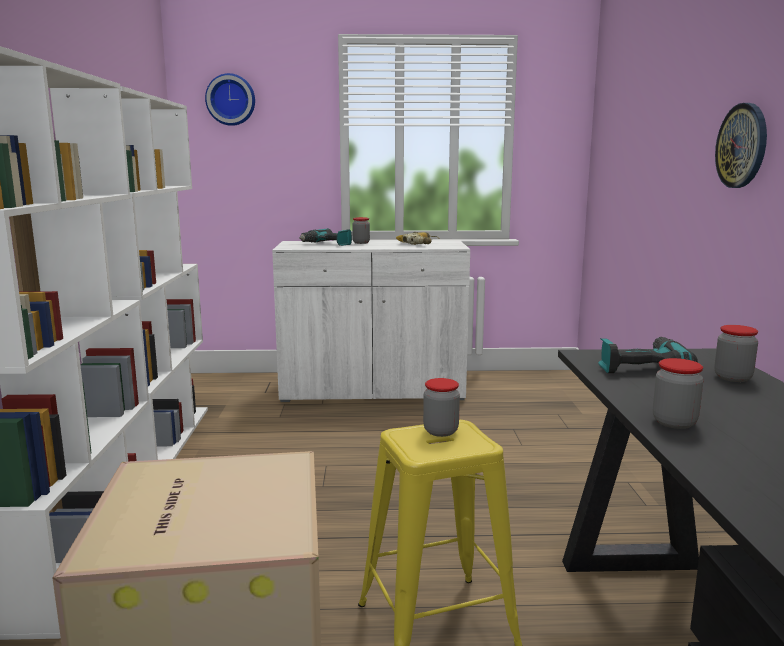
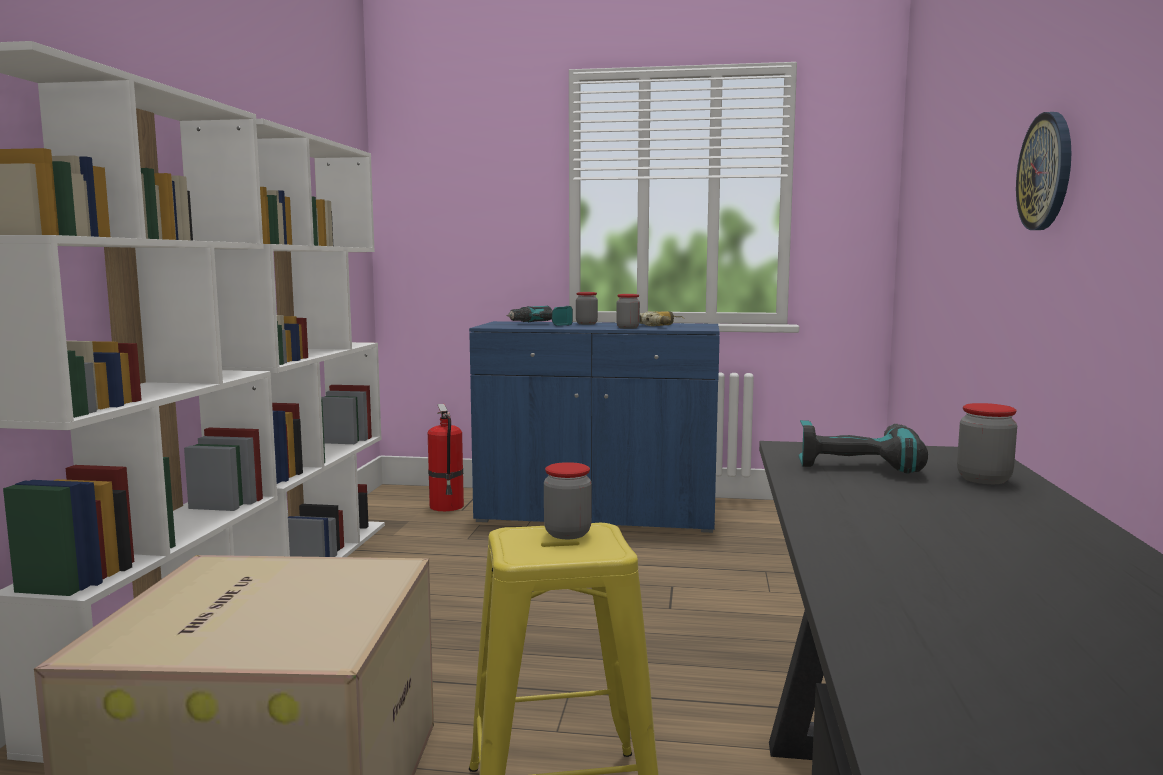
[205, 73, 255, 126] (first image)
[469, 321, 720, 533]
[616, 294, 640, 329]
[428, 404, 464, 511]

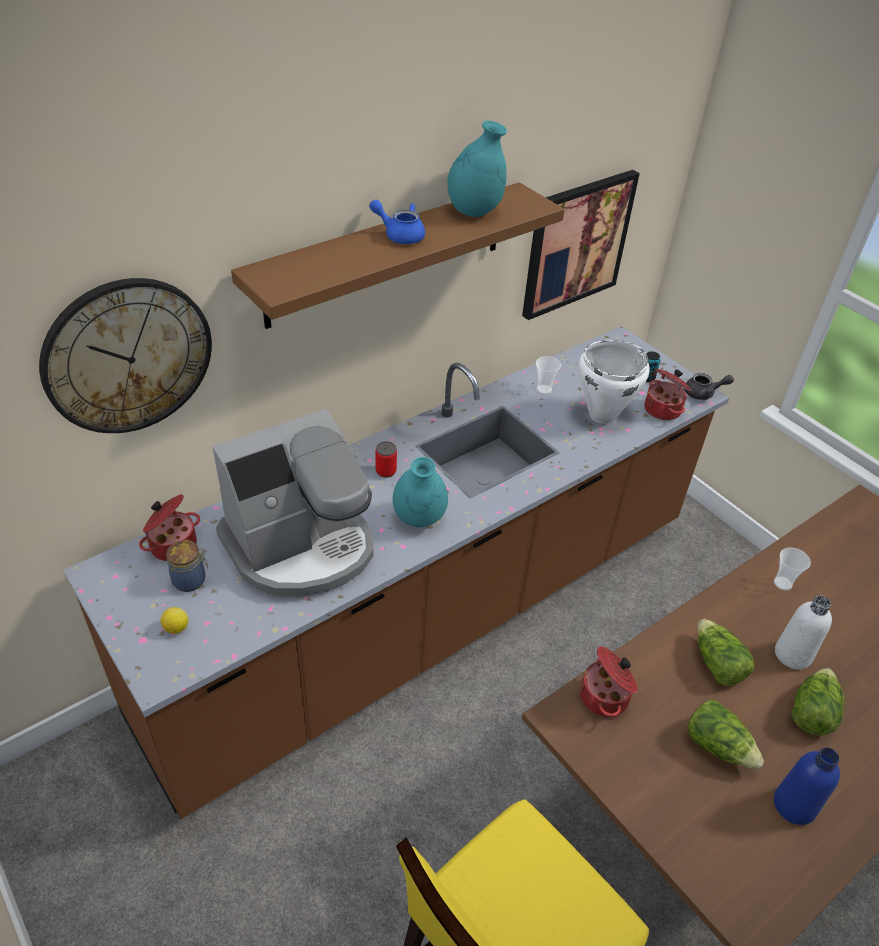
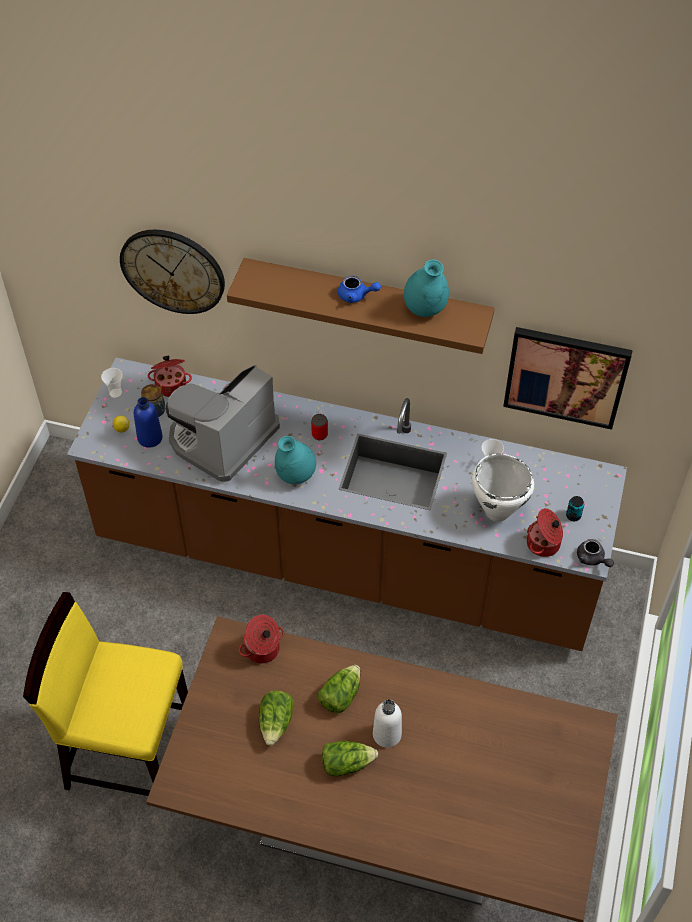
[338, 275, 381, 303]
[166, 365, 280, 482]
[101, 368, 123, 398]
[134, 397, 163, 448]

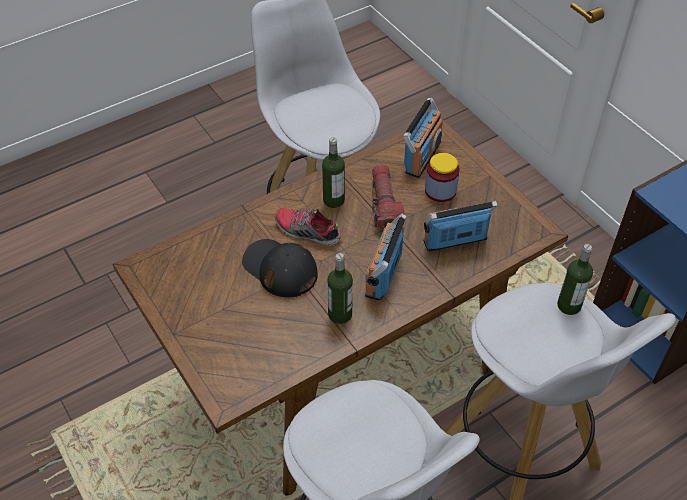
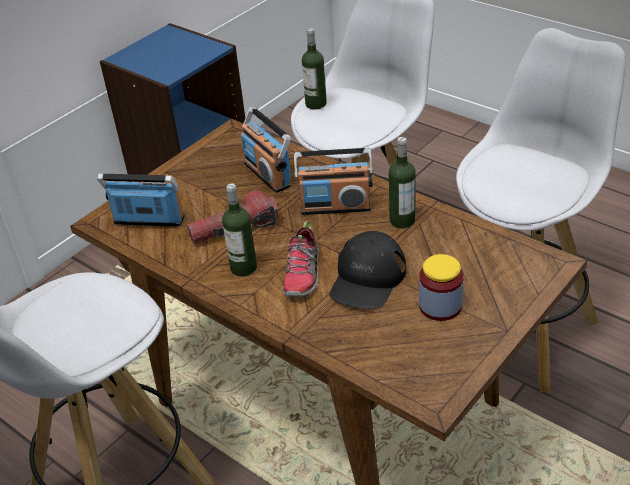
[419, 254, 464, 321]

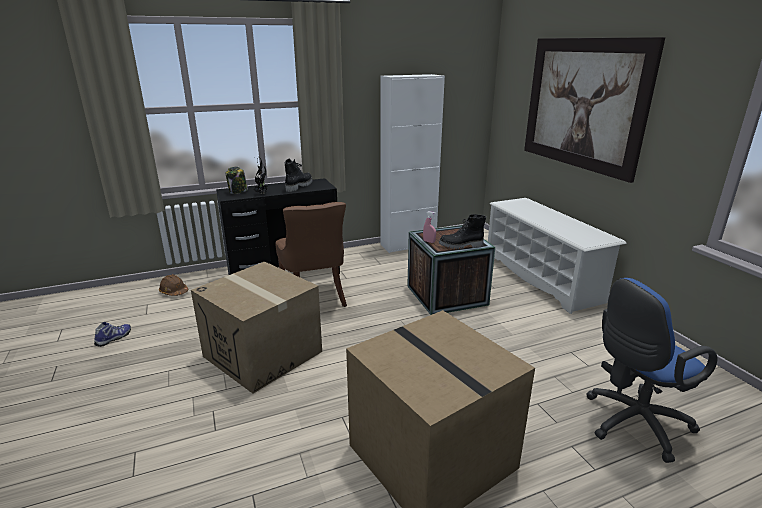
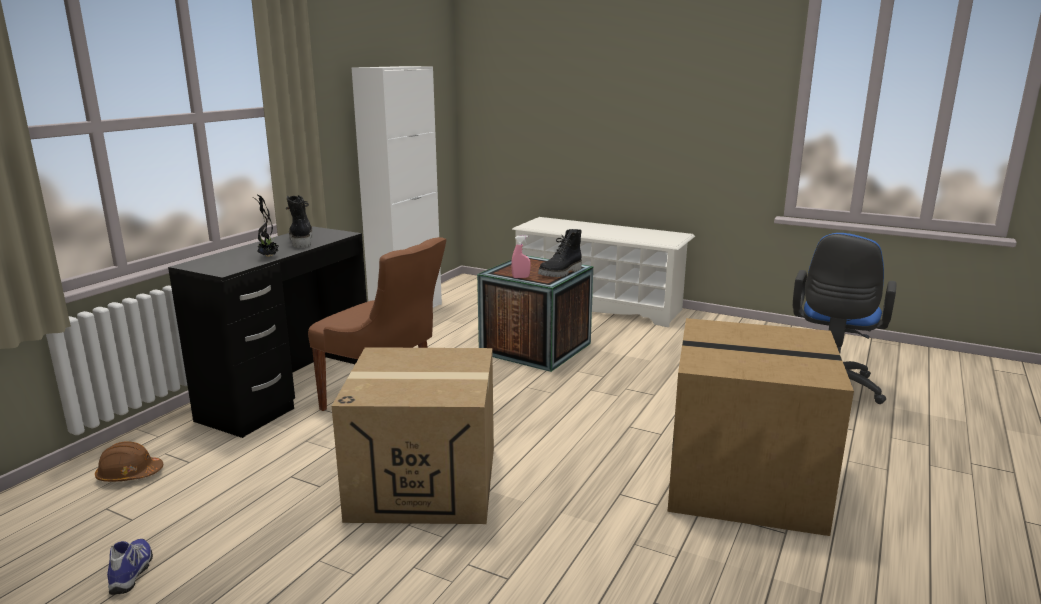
[524, 37, 666, 183] (first image)
[226, 167, 248, 194] (first image)

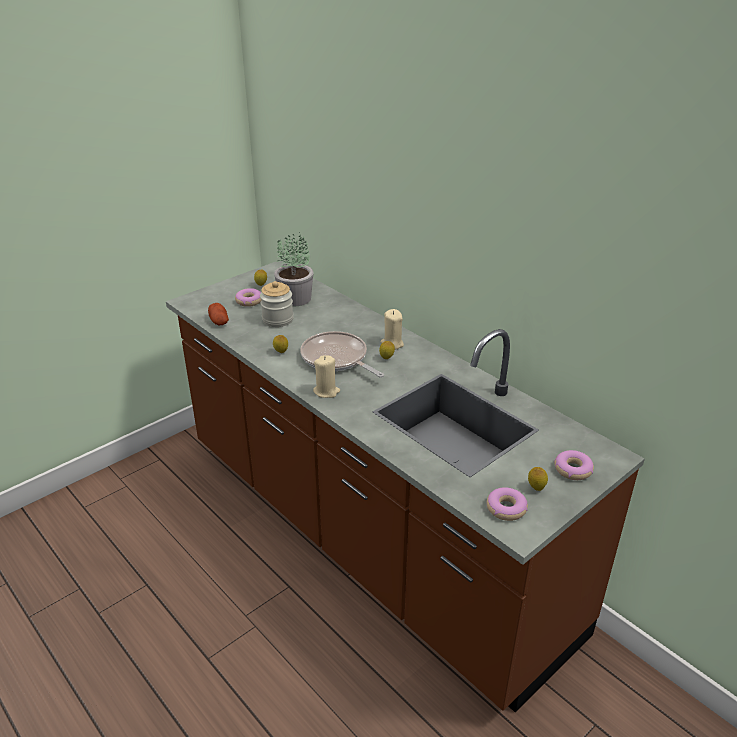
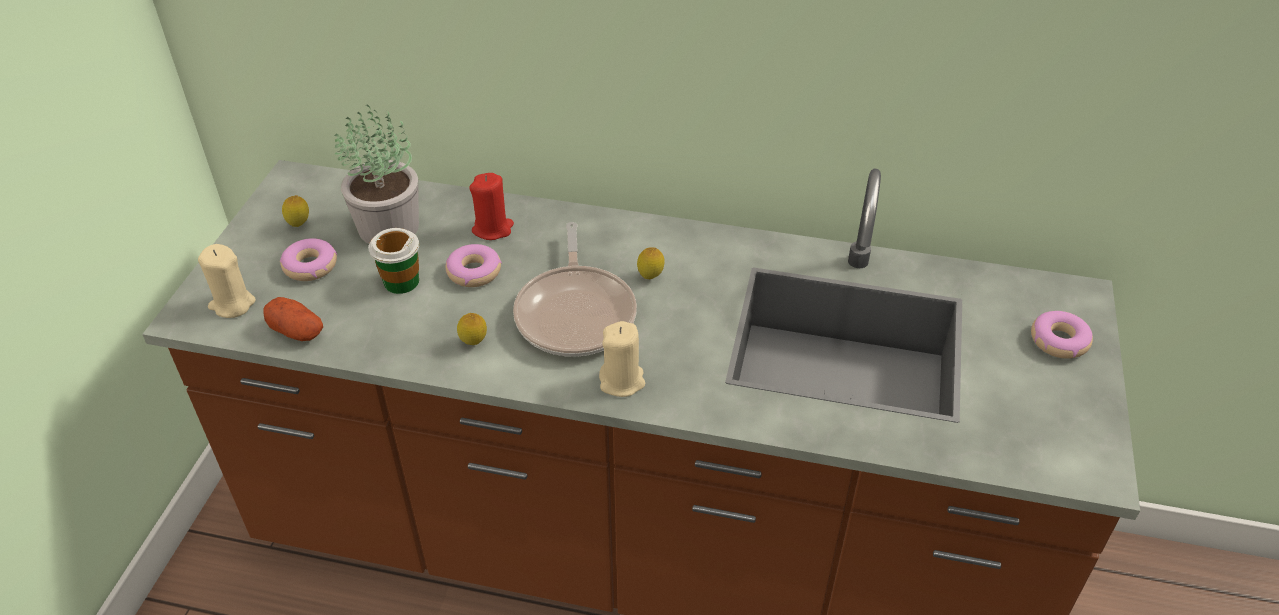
[368, 228, 419, 294]
[198, 244, 256, 318]
[513, 222, 637, 357]
[528, 467, 548, 491] (first image)
[446, 244, 502, 287]
[469, 173, 514, 240]

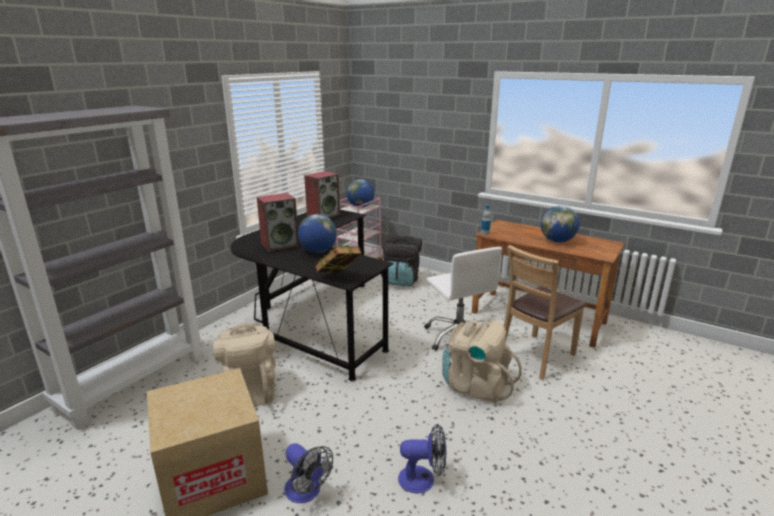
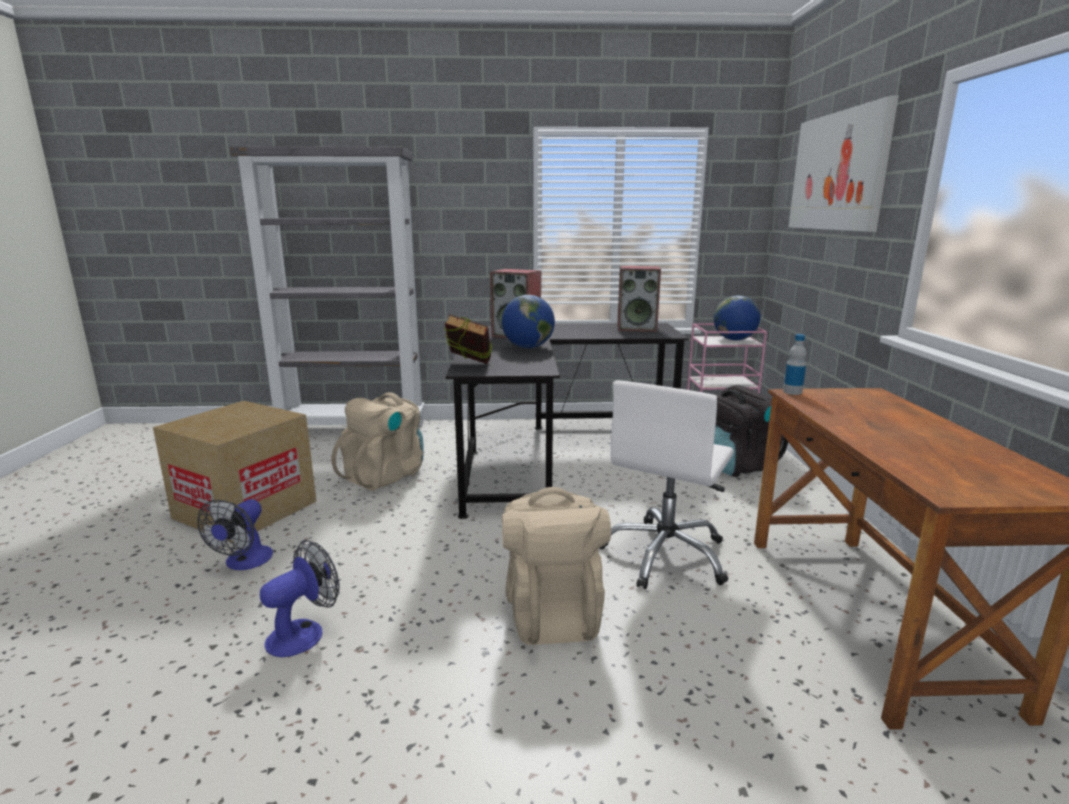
[541, 206, 580, 243] (first image)
[504, 245, 586, 380] (first image)
[260, 540, 339, 657]
[789, 96, 899, 232]

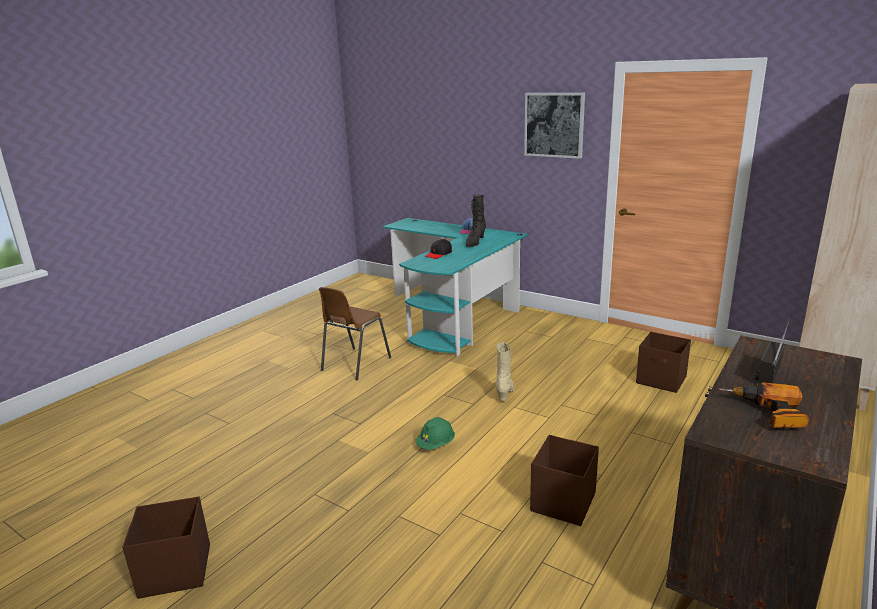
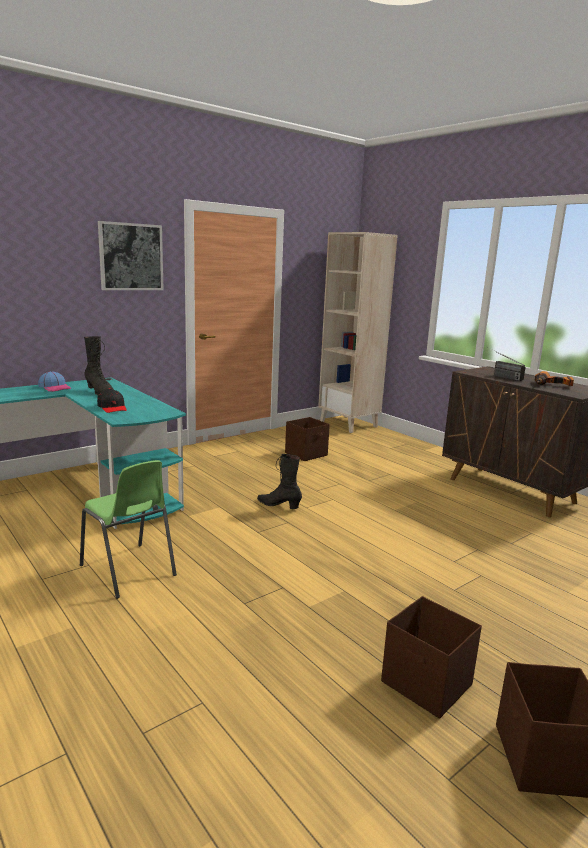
[80, 460, 177, 599]
[257, 454, 302, 509]
[415, 417, 455, 450] (first image)
[381, 596, 482, 719]

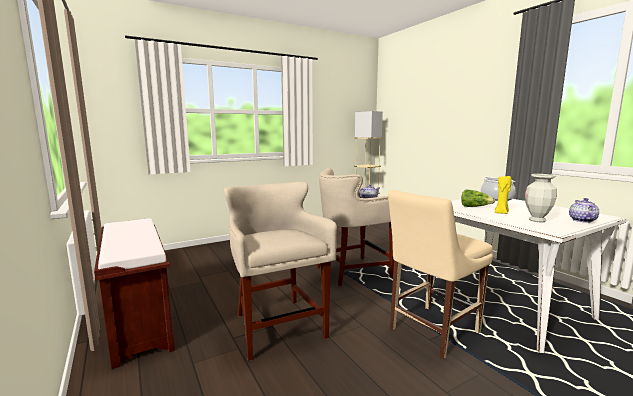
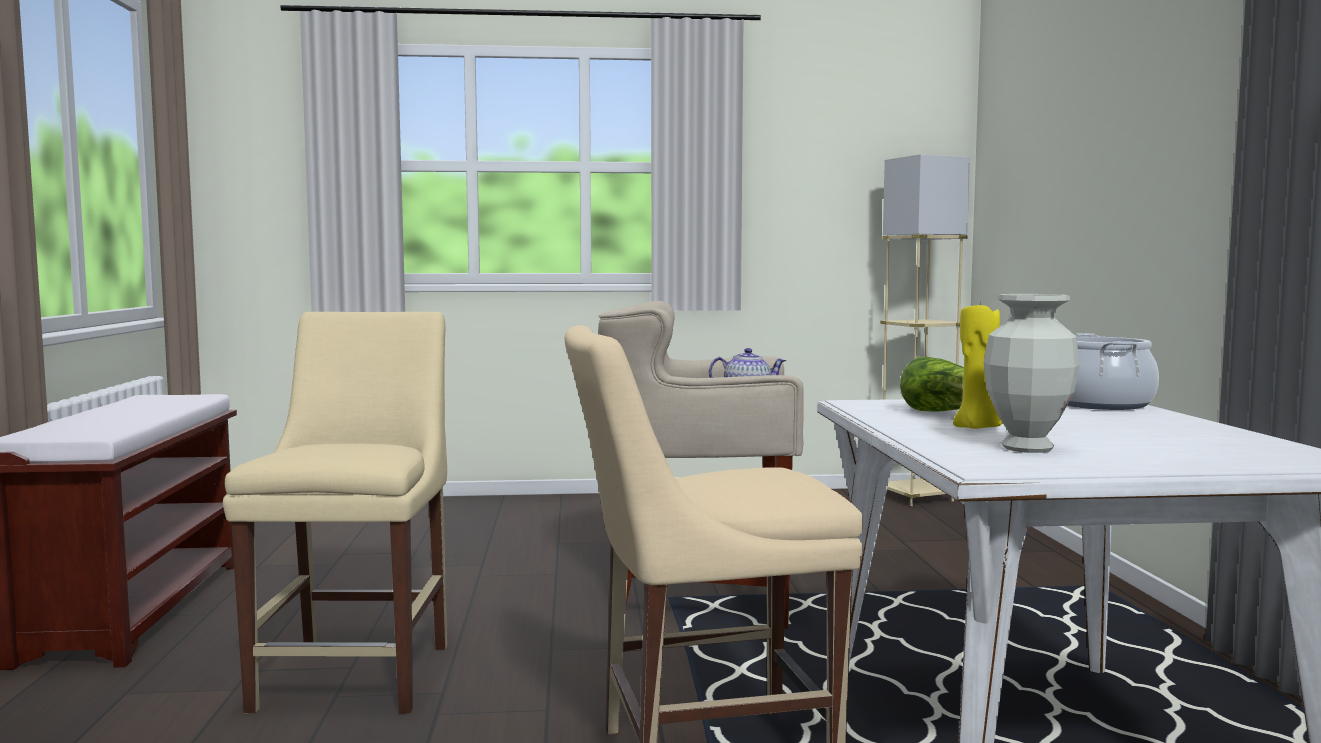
[223, 312, 447, 714]
[569, 198, 599, 223] (first image)

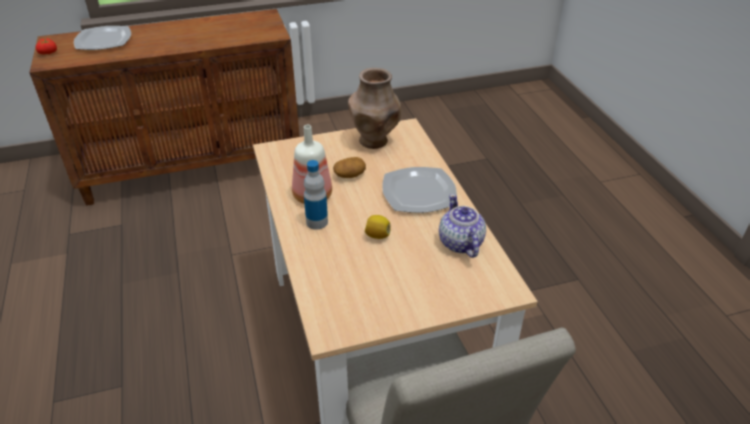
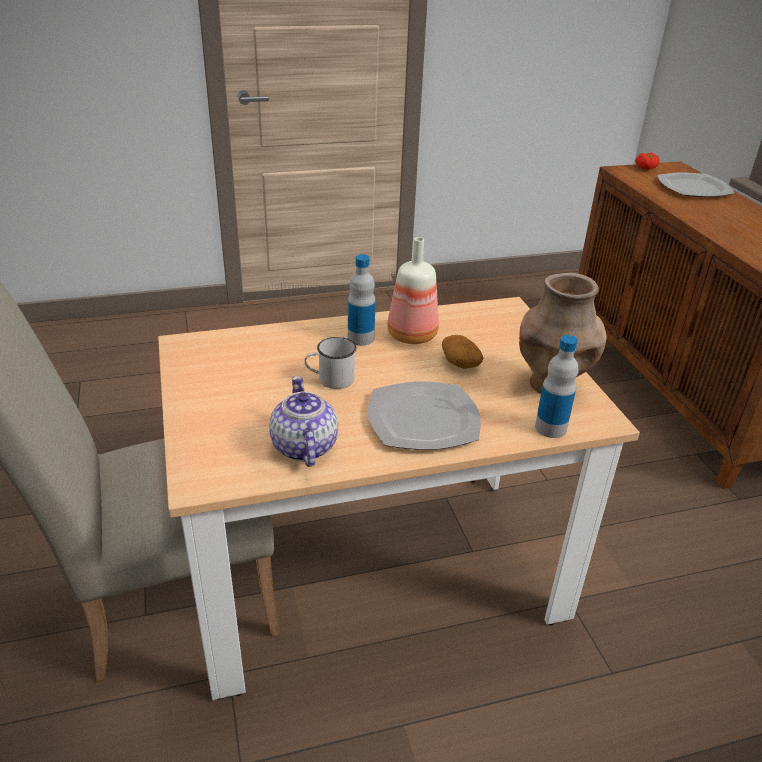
[269, 376, 338, 467]
[305, 337, 356, 389]
[535, 335, 578, 438]

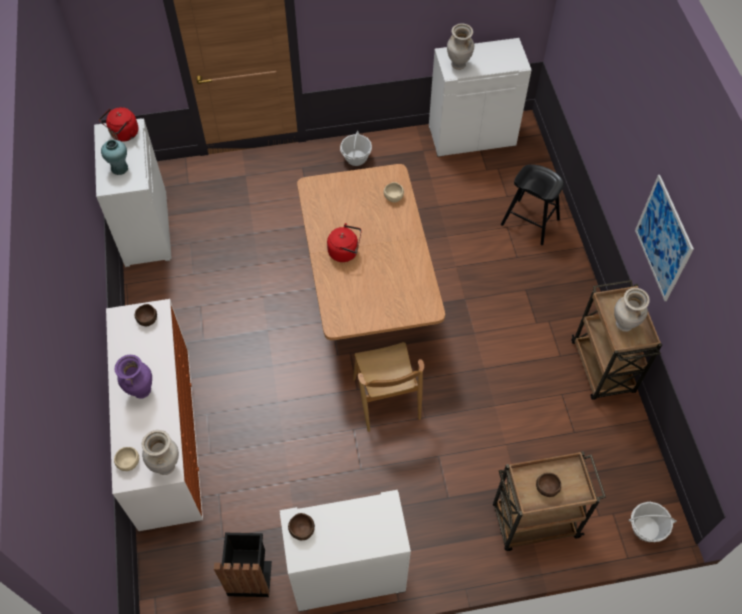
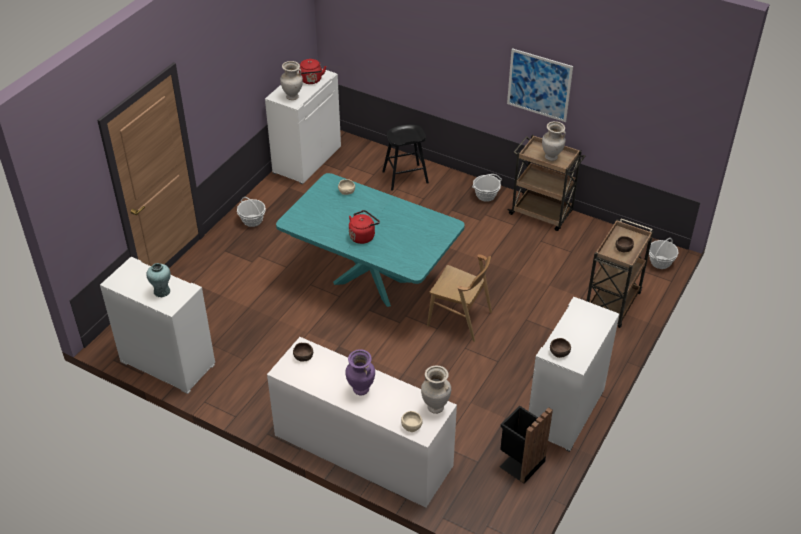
[299, 59, 326, 84]
[276, 173, 465, 307]
[472, 174, 502, 202]

